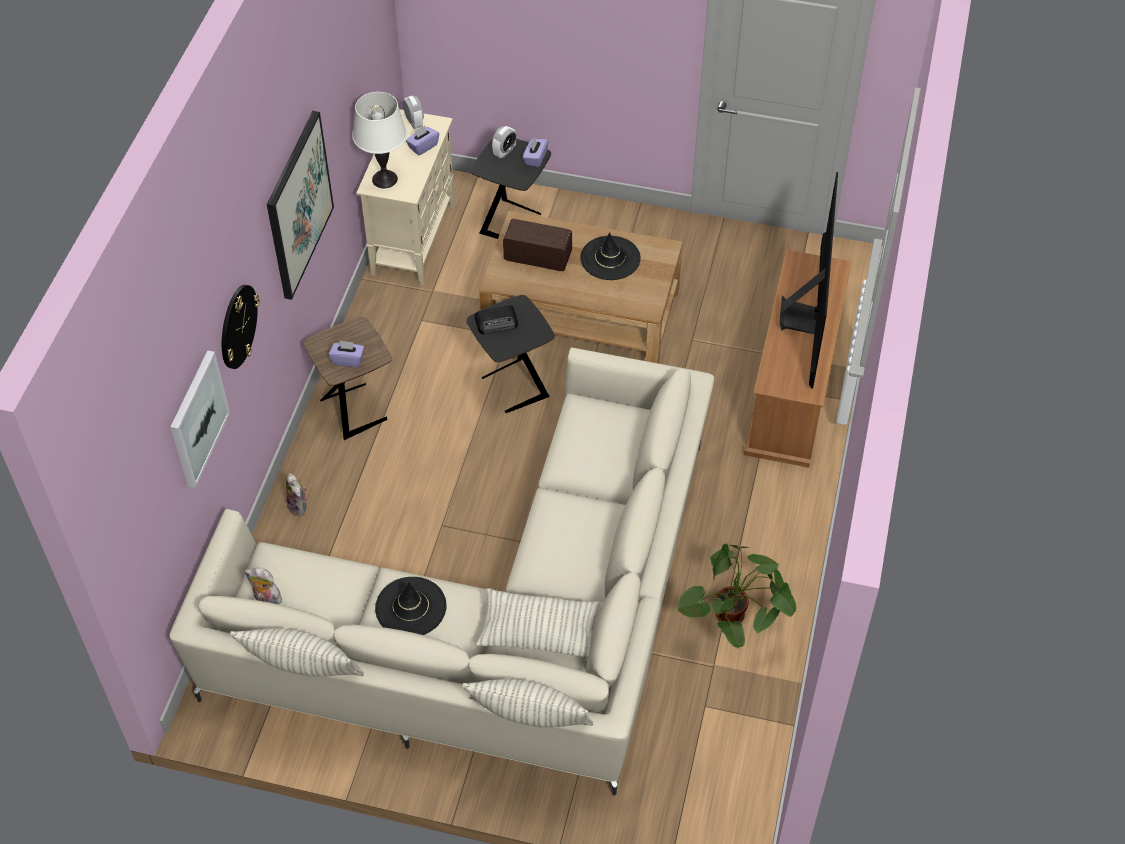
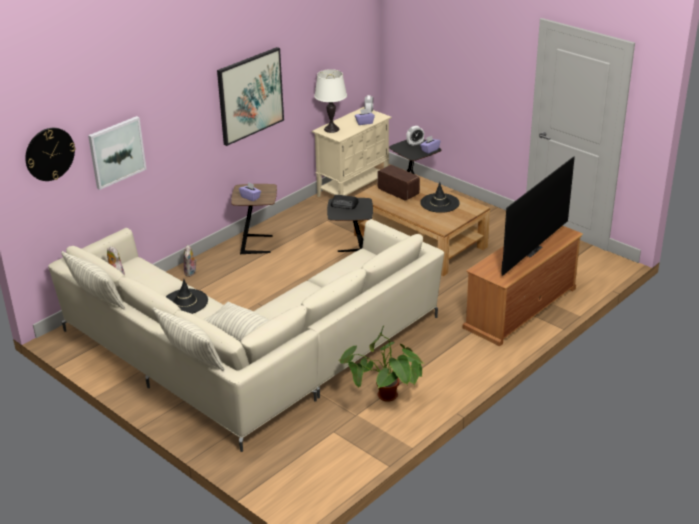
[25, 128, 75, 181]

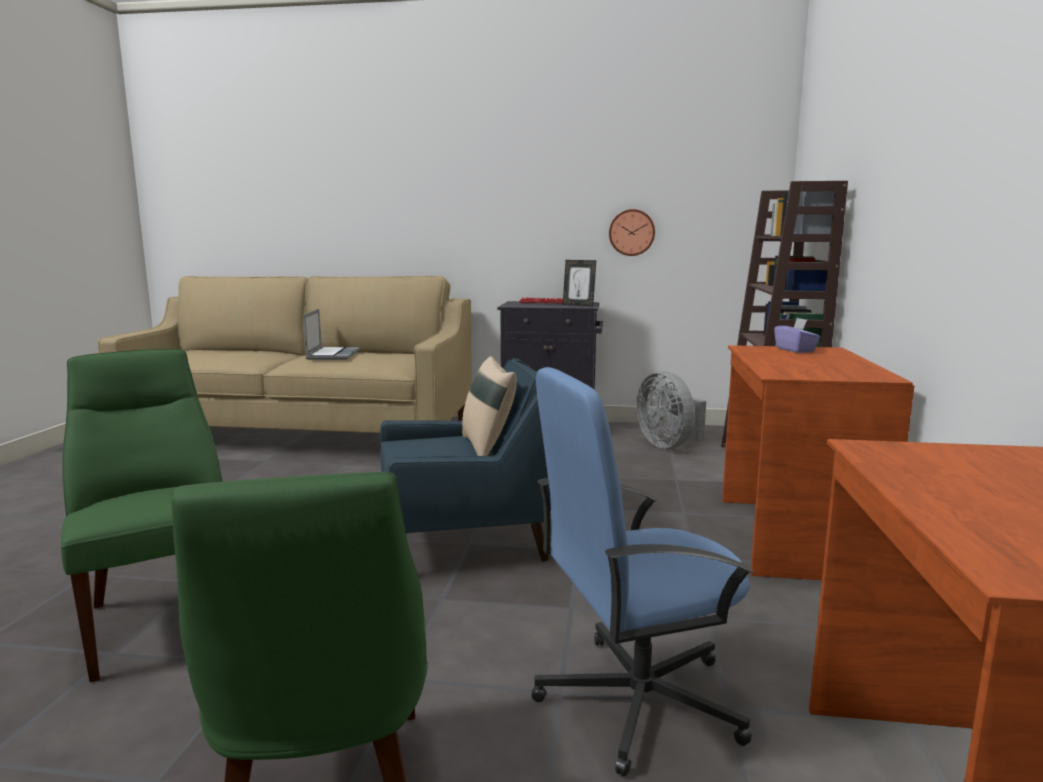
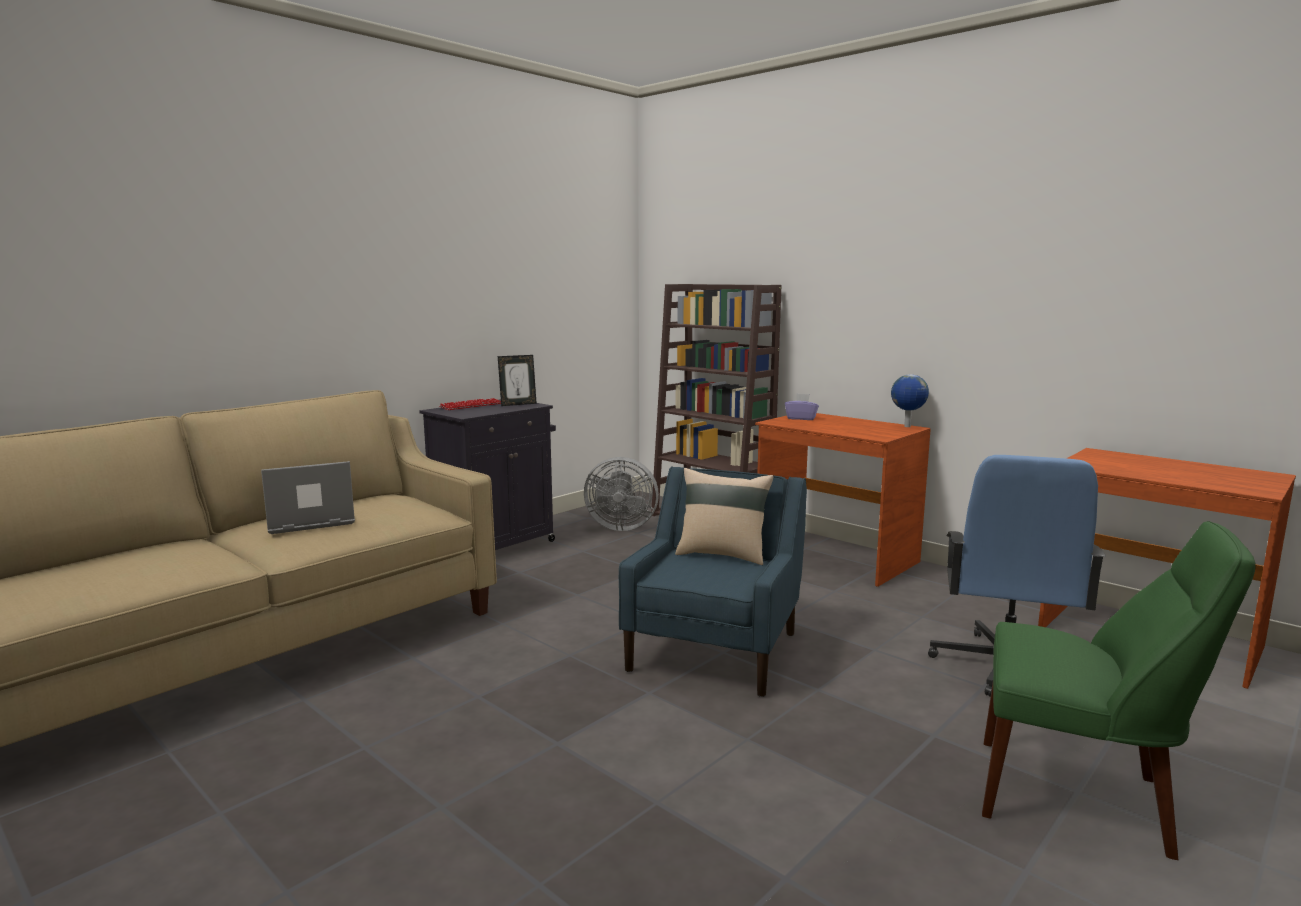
[609, 209, 655, 256] (first image)
[261, 461, 355, 534]
[61, 349, 222, 682] (first image)
[891, 374, 929, 427]

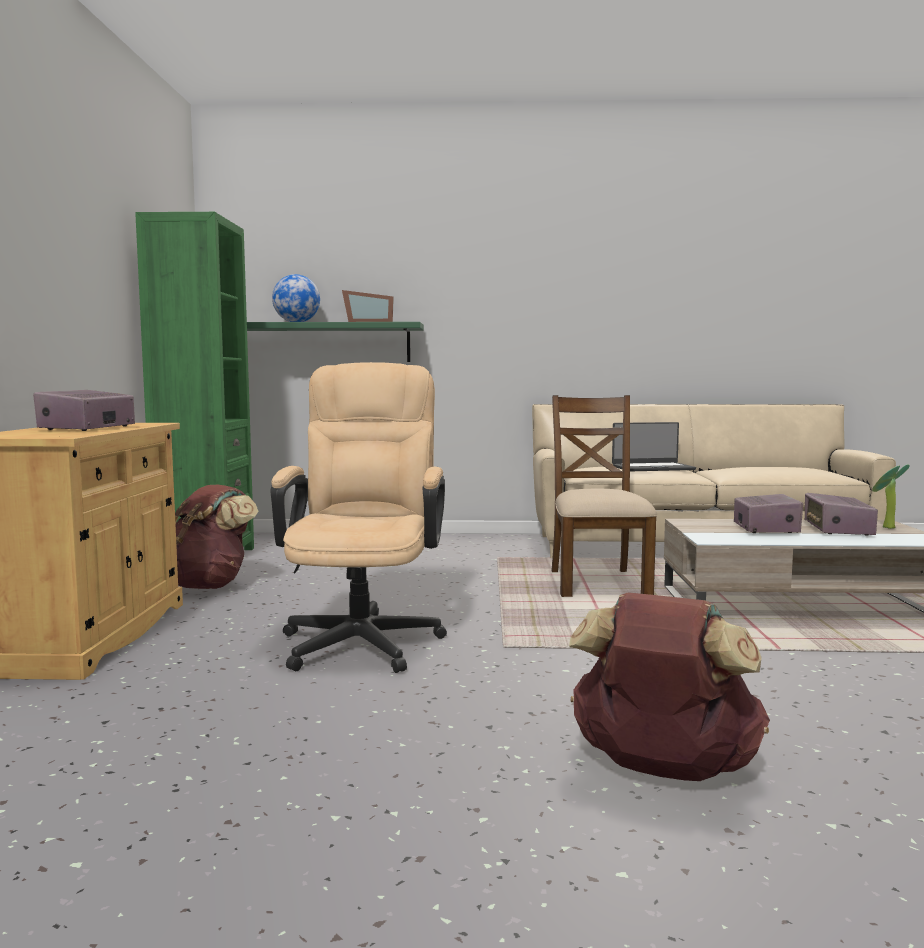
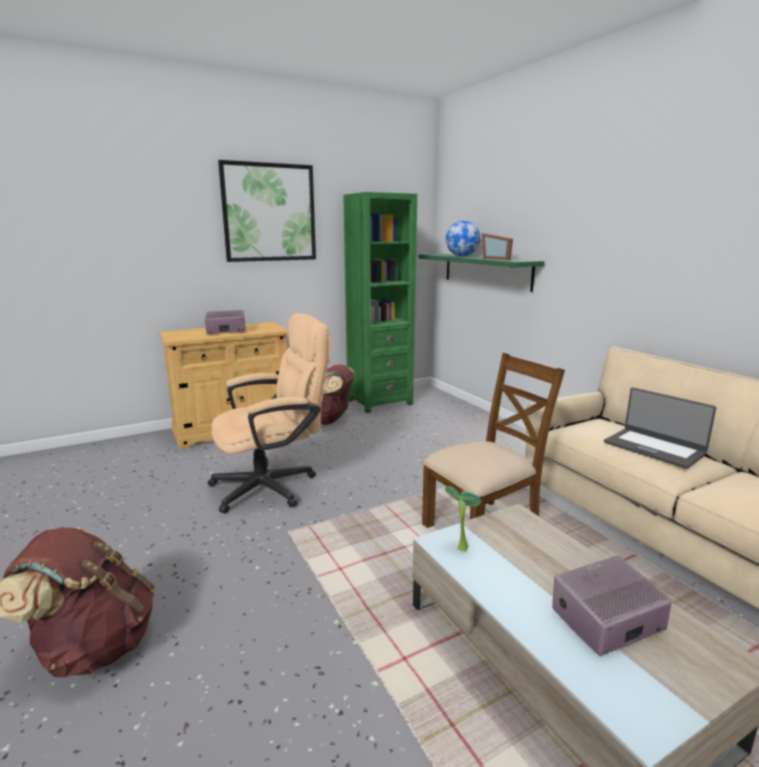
[445, 486, 482, 552]
[734, 494, 803, 533] (first image)
[218, 160, 316, 262]

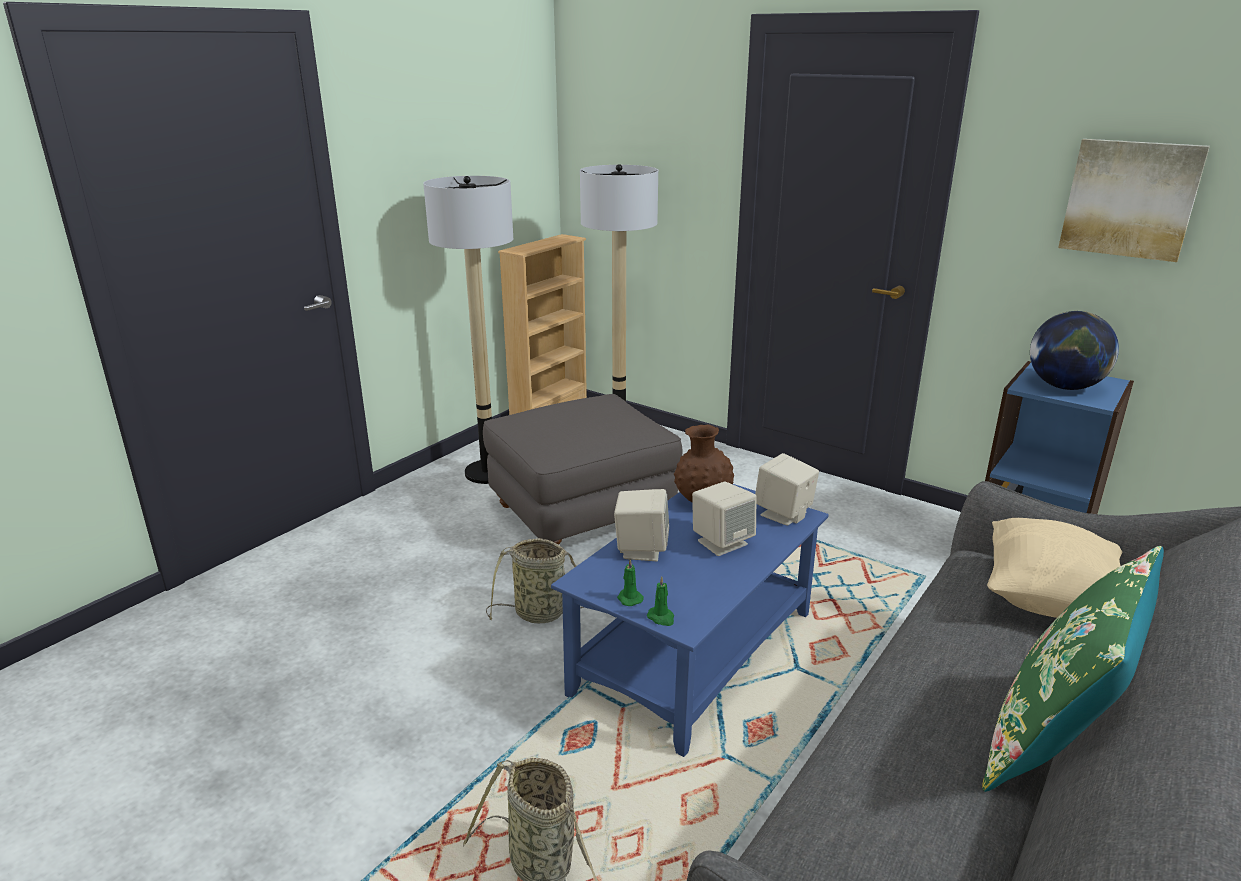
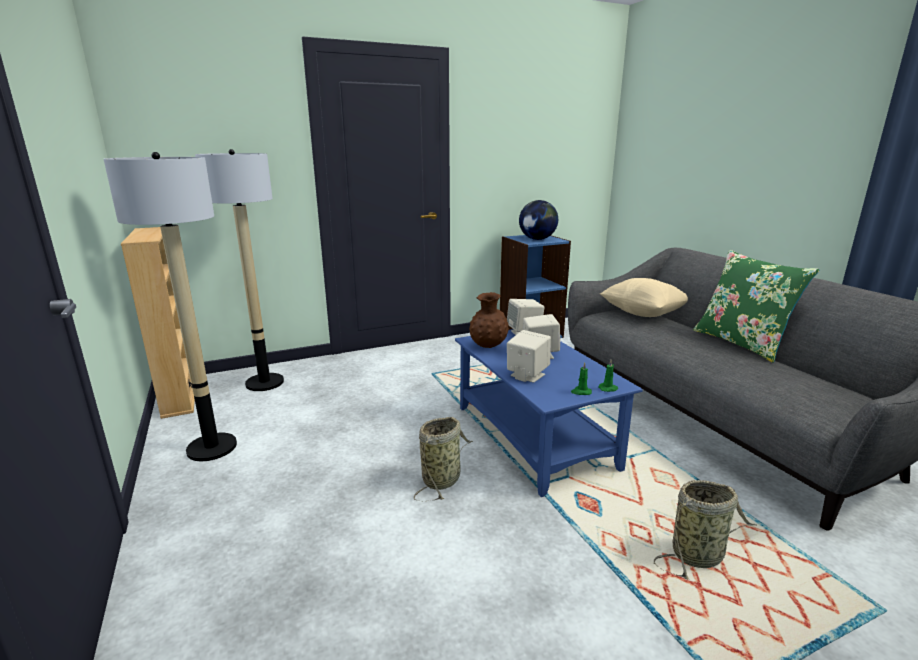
[1058, 139, 1210, 262] (first image)
[483, 394, 683, 545] (first image)

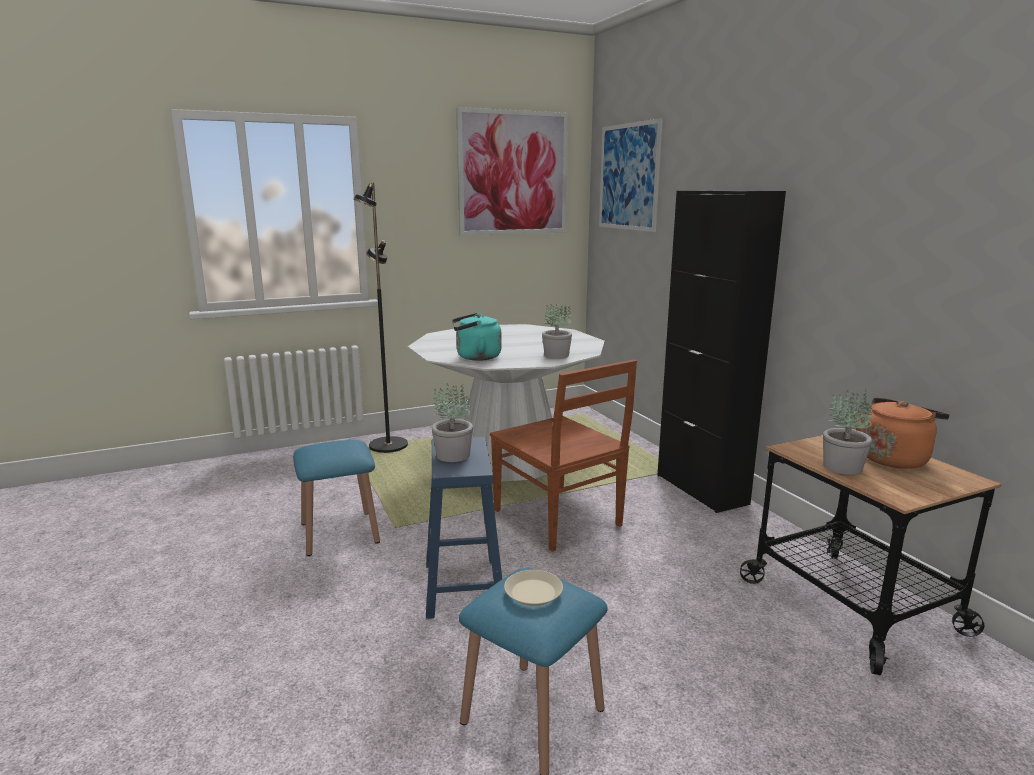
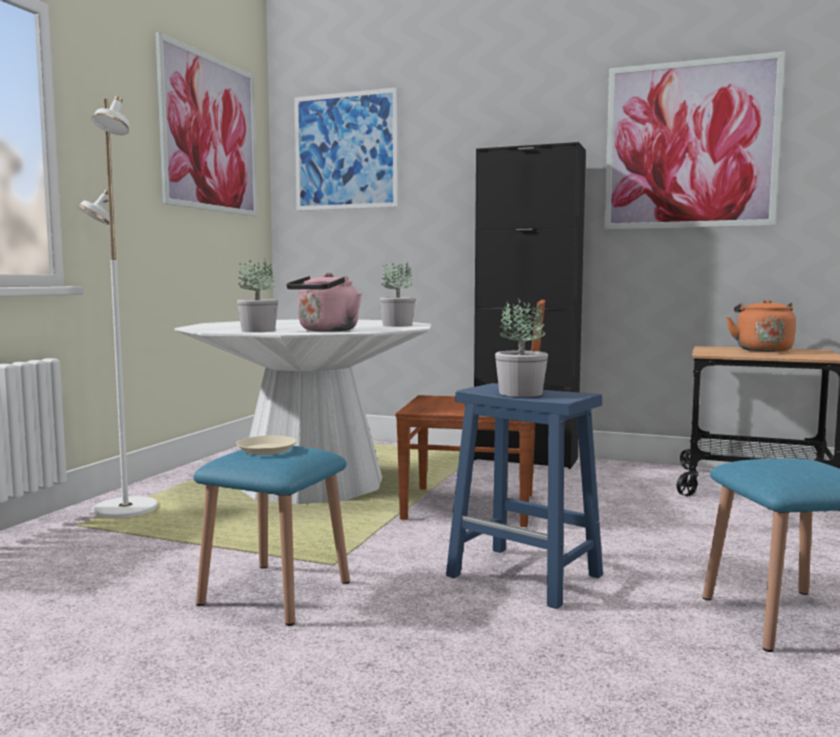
[77, 96, 157, 518]
[286, 272, 362, 332]
[237, 258, 278, 332]
[236, 436, 297, 455]
[604, 51, 785, 229]

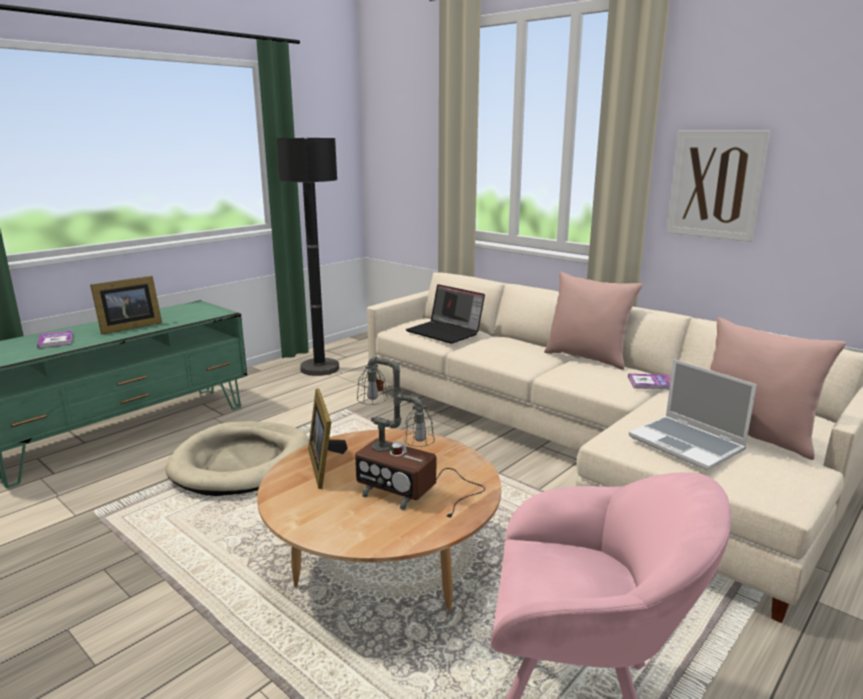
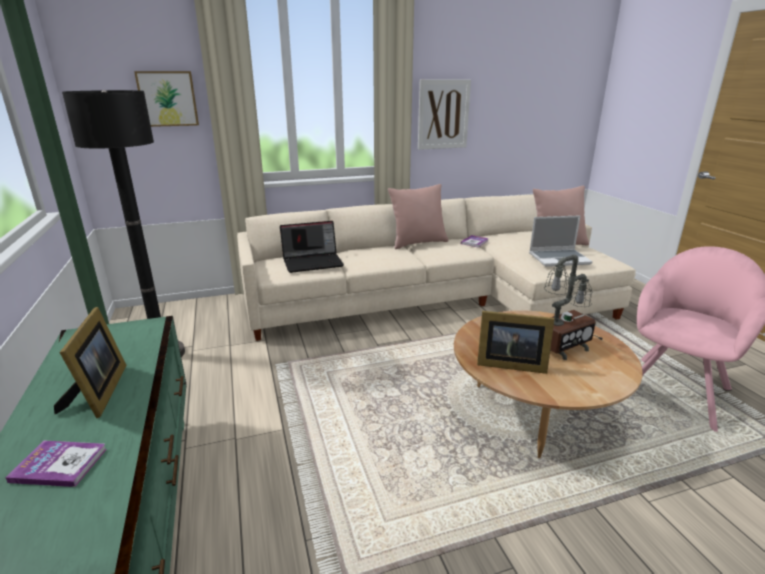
[165, 421, 309, 496] (first image)
[134, 71, 199, 127]

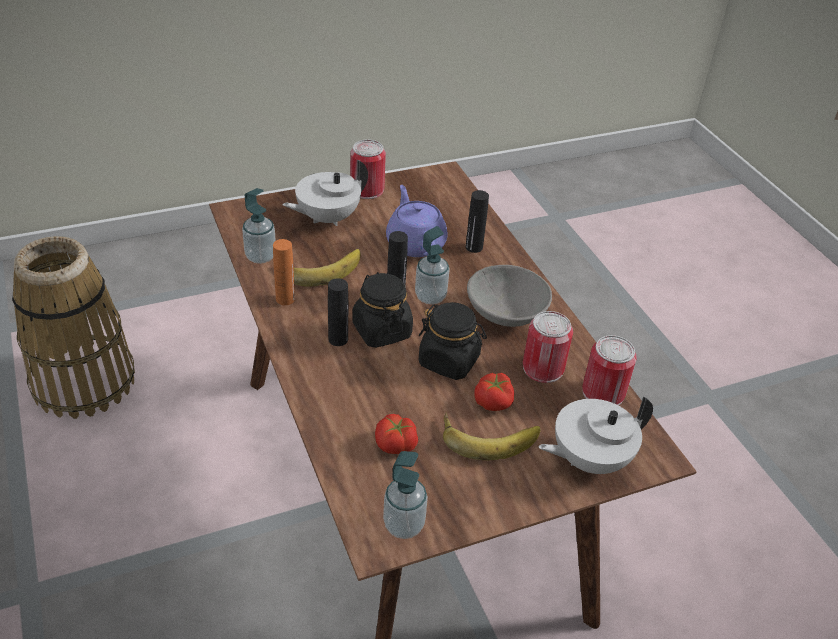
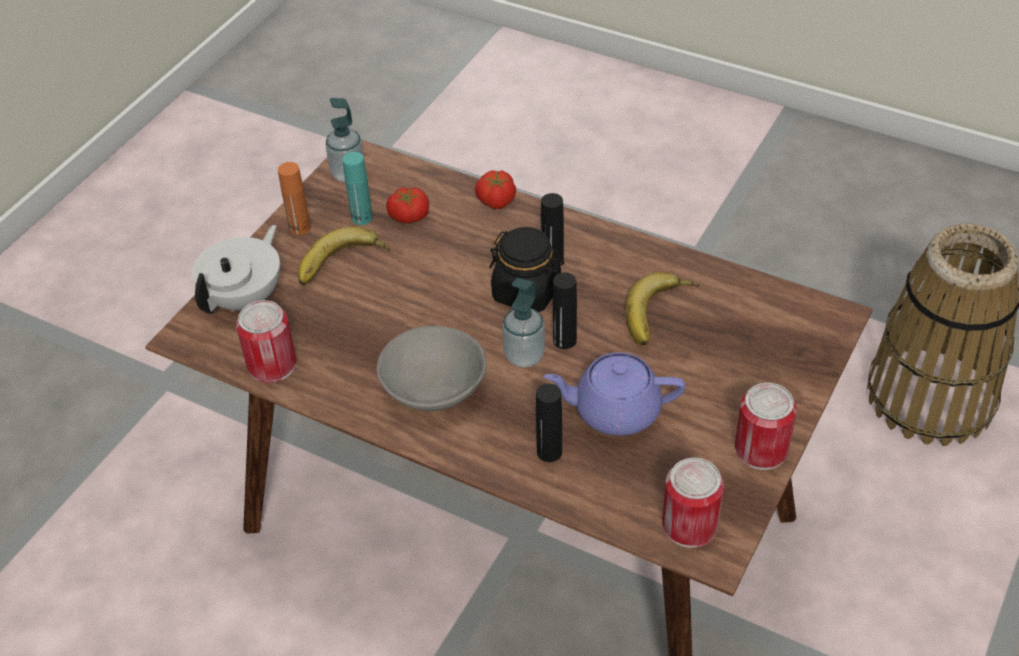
[282, 160, 368, 226] (first image)
[544, 352, 685, 436]
[242, 188, 276, 264] (first image)
[278, 162, 311, 235]
[419, 302, 487, 380] (first image)
[662, 458, 724, 548]
[475, 170, 516, 209]
[342, 152, 373, 225]

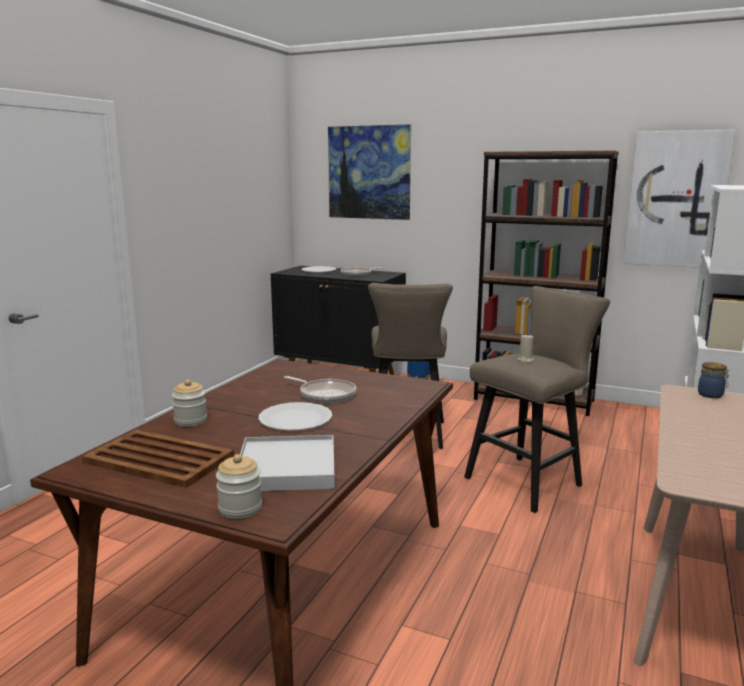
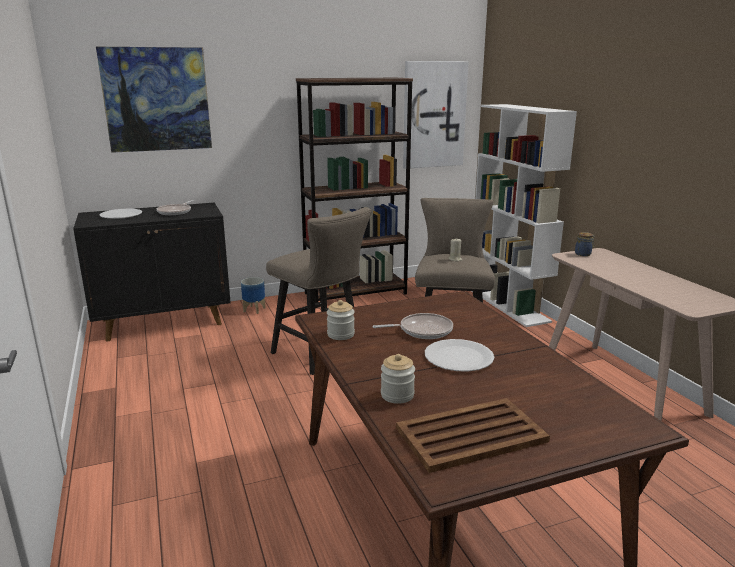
[240, 435, 335, 491] (first image)
[327, 300, 355, 340]

